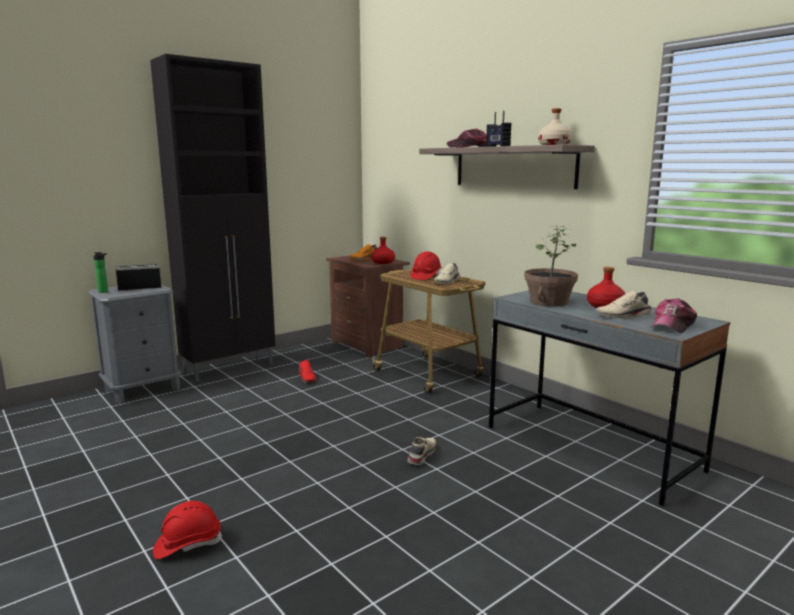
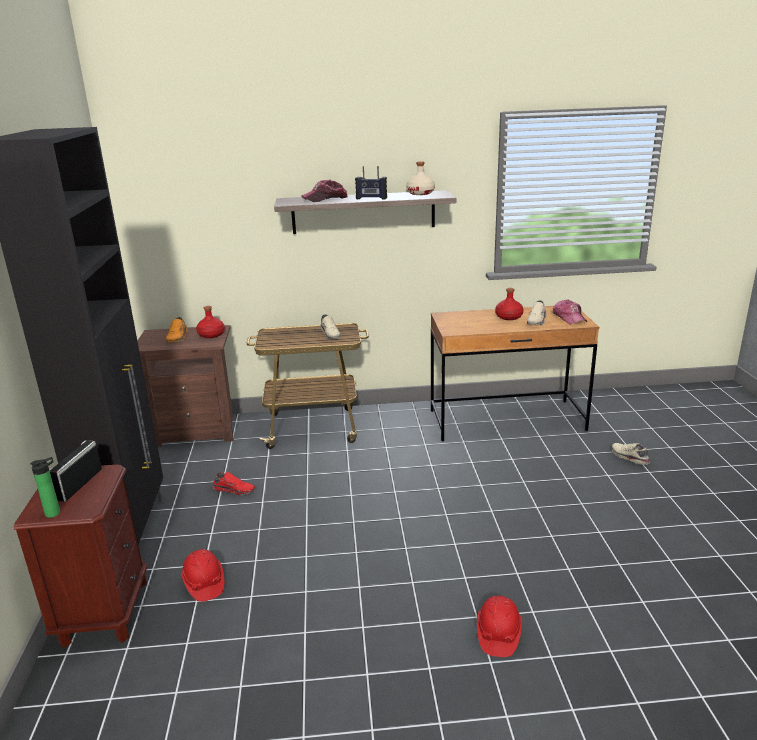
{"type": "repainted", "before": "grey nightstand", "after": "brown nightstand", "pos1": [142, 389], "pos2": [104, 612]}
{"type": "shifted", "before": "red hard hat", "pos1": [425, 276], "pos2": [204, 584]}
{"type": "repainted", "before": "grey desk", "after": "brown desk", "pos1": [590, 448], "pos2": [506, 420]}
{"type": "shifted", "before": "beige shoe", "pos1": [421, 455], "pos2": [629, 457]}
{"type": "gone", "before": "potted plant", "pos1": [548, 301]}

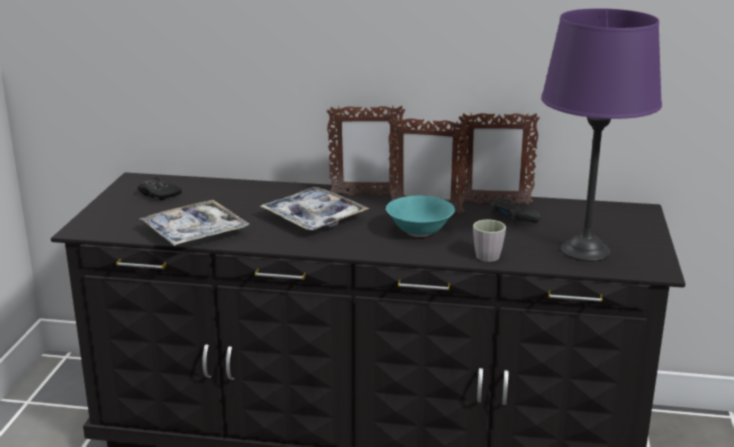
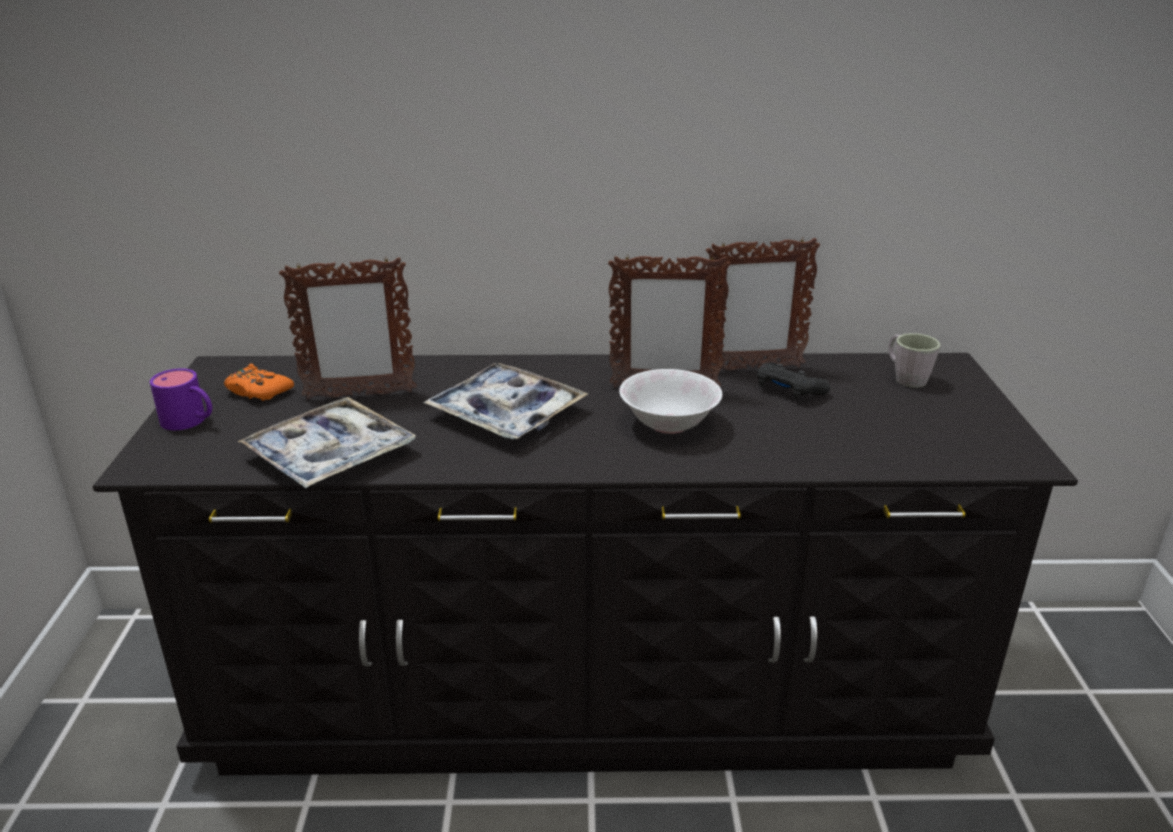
{"type": "new", "after": "purple mug", "pos2": [190, 421]}
{"type": "repainted", "before": "black game controller", "after": "orange game controller", "pos1": [158, 194], "pos2": [258, 391]}
{"type": "shifted", "before": "picture frame", "pos1": [365, 195], "pos2": [359, 395]}
{"type": "repainted", "before": "turquoise bowl", "after": "white bowl", "pos1": [419, 231], "pos2": [668, 424]}
{"type": "shifted", "before": "grey mug", "pos1": [485, 254], "pos2": [905, 377]}
{"type": "gone", "before": "purple table lamp", "pos1": [586, 250]}

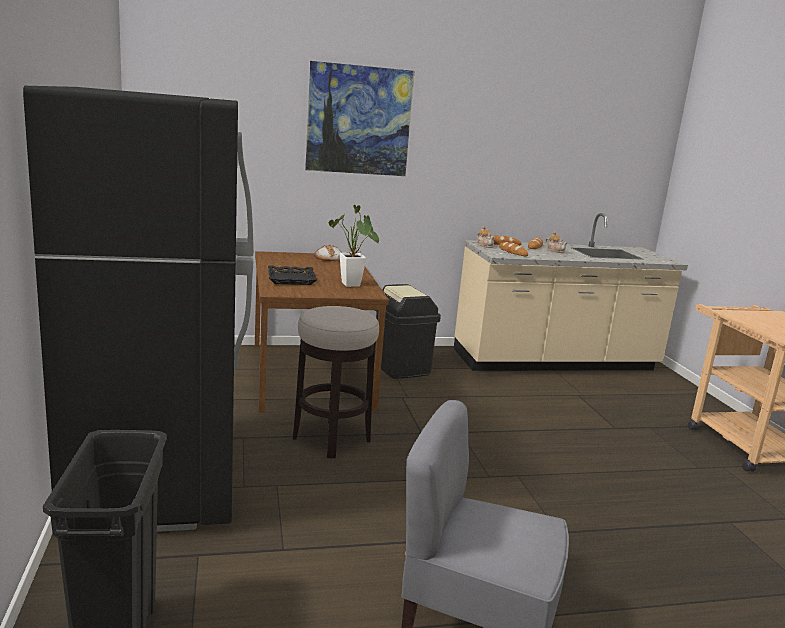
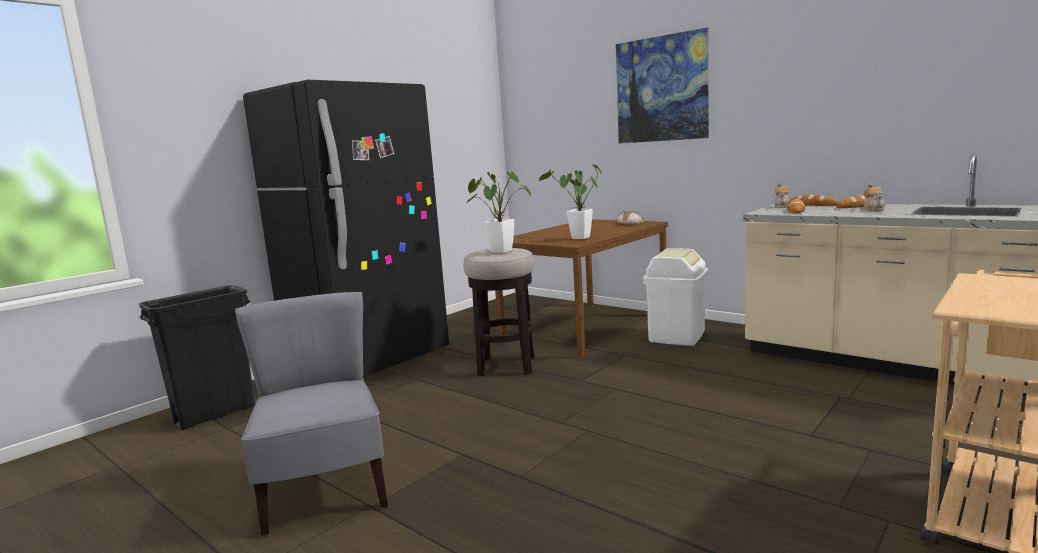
{"type": "new", "after": "potted plant", "pos2": [497, 251]}
{"type": "repainted", "before": "black trash can", "after": "white trash can", "pos1": [401, 368], "pos2": [676, 336]}
{"type": "gone", "before": "black tray", "pos1": [291, 279]}

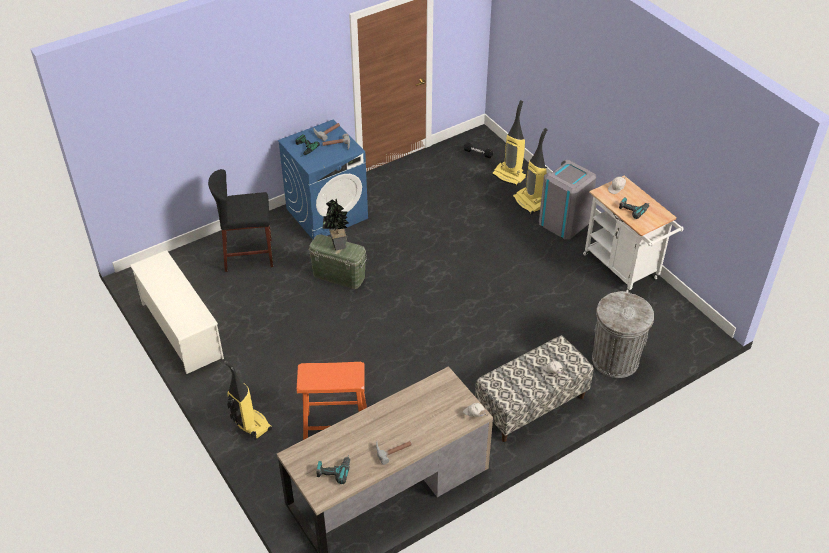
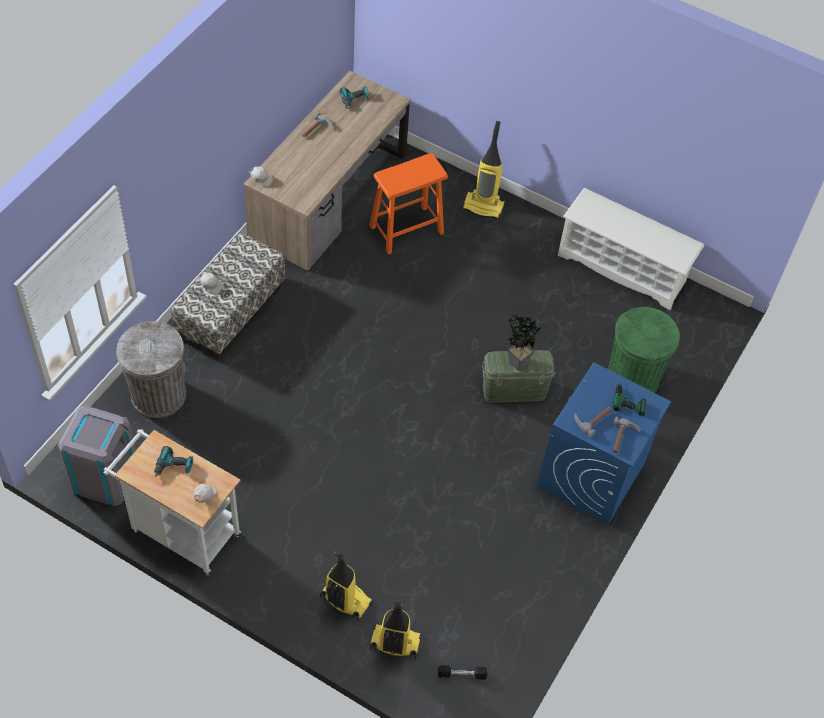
{"type": "shifted", "before": "grey trash can", "pos1": [563, 222], "pos2": [105, 477]}
{"type": "swapped", "before": "black stool", "after": "green trash can", "pos1": [248, 255], "pos2": [632, 379]}

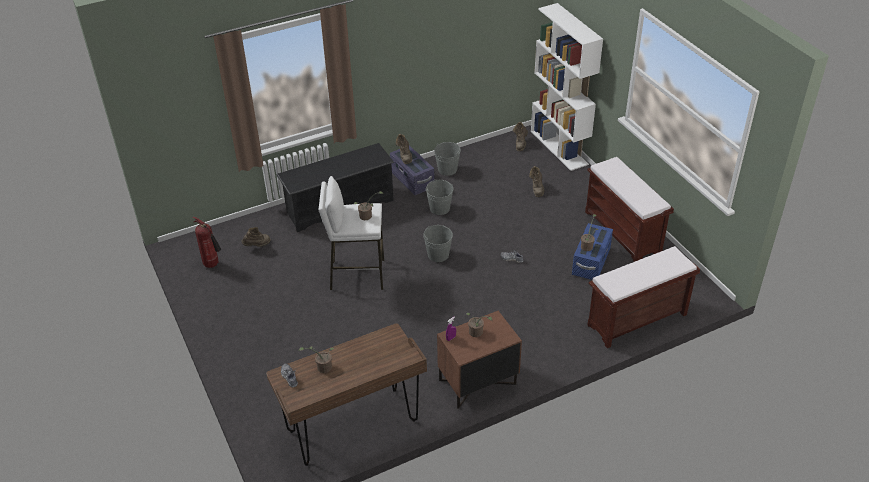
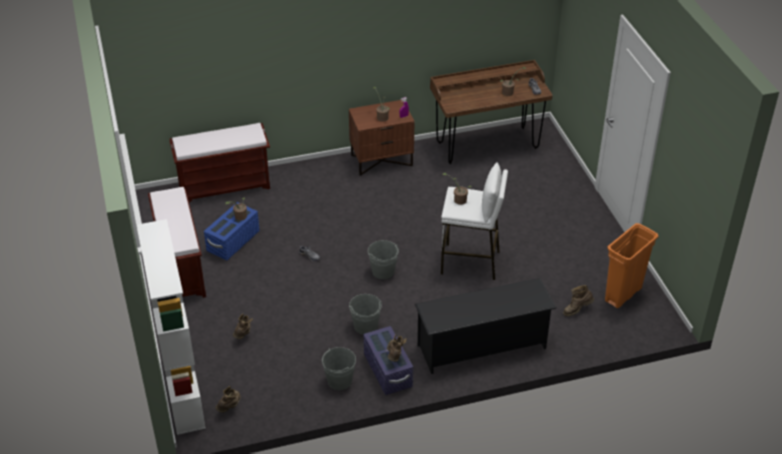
{"type": "swapped", "before": "fire extinguisher", "after": "orange trash can", "pos1": [213, 265], "pos2": [623, 294]}

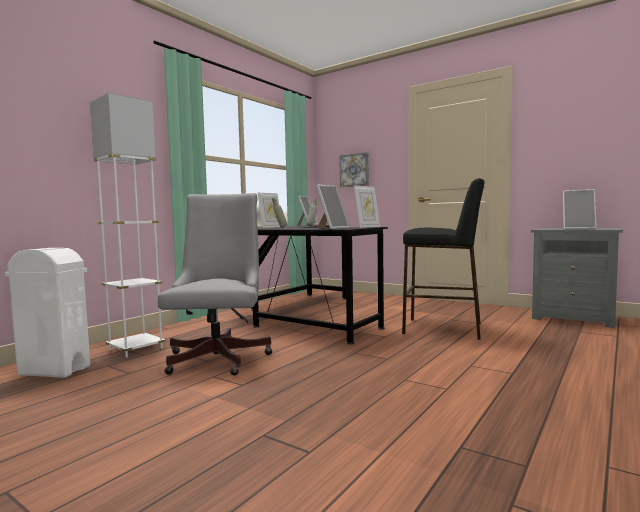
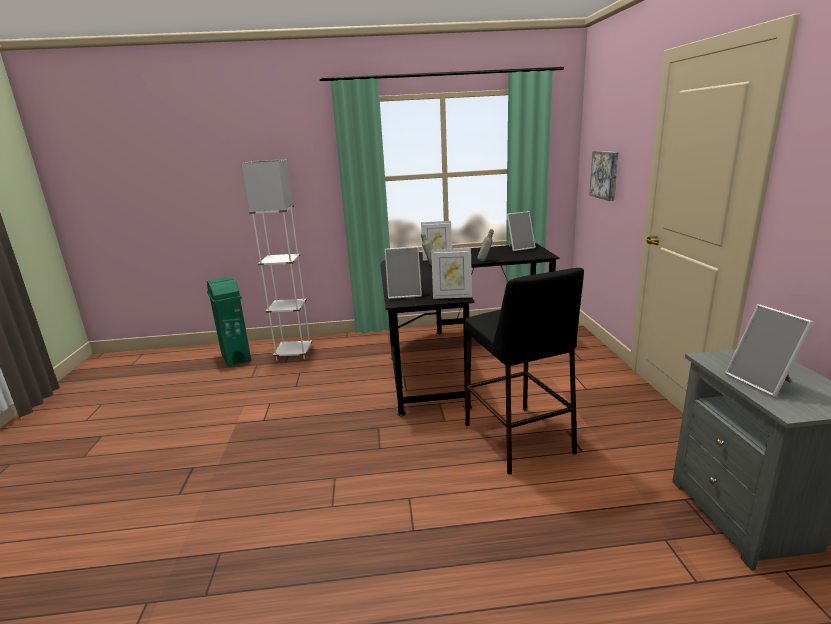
{"type": "repainted", "before": "white trash can", "after": "green trash can", "pos1": [54, 370], "pos2": [236, 357]}
{"type": "gone", "before": "grey office chair", "pos1": [220, 356]}

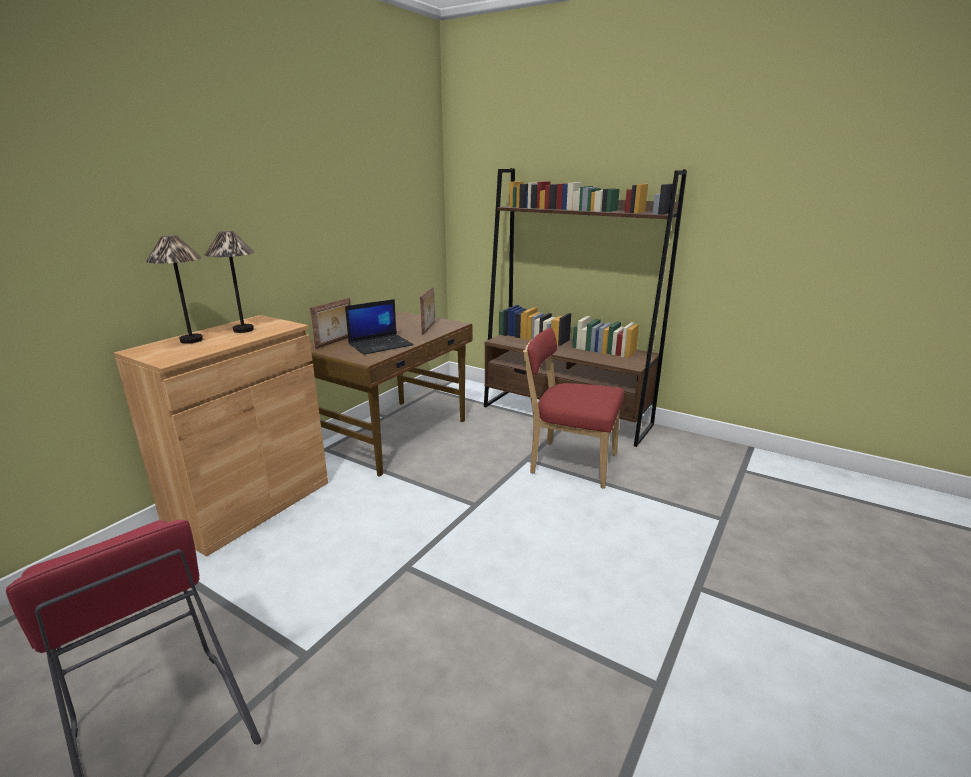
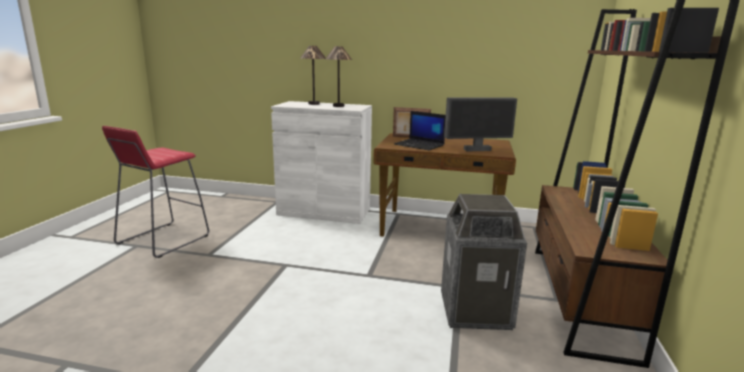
{"type": "repainted", "before": "brown cabinet", "after": "white cabinet", "pos1": [250, 505], "pos2": [324, 211]}
{"type": "swapped", "before": "red chair", "after": "trash can", "pos1": [569, 463], "pos2": [475, 311]}
{"type": "swapped", "before": "picture frame", "after": "monitor", "pos1": [429, 328], "pos2": [476, 150]}

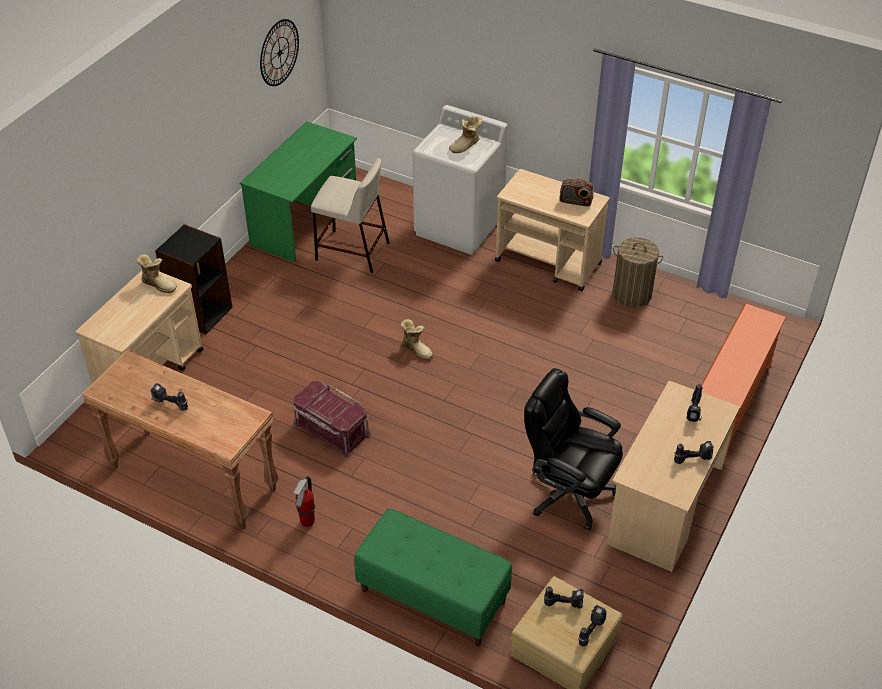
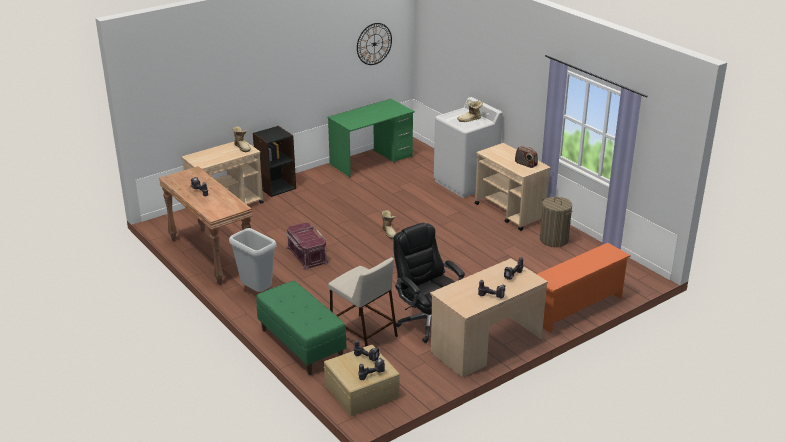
{"type": "swapped", "before": "fire extinguisher", "after": "grey trash can", "pos1": [307, 522], "pos2": [257, 292]}
{"type": "shifted", "before": "beige stool", "pos1": [351, 251], "pos2": [362, 334]}

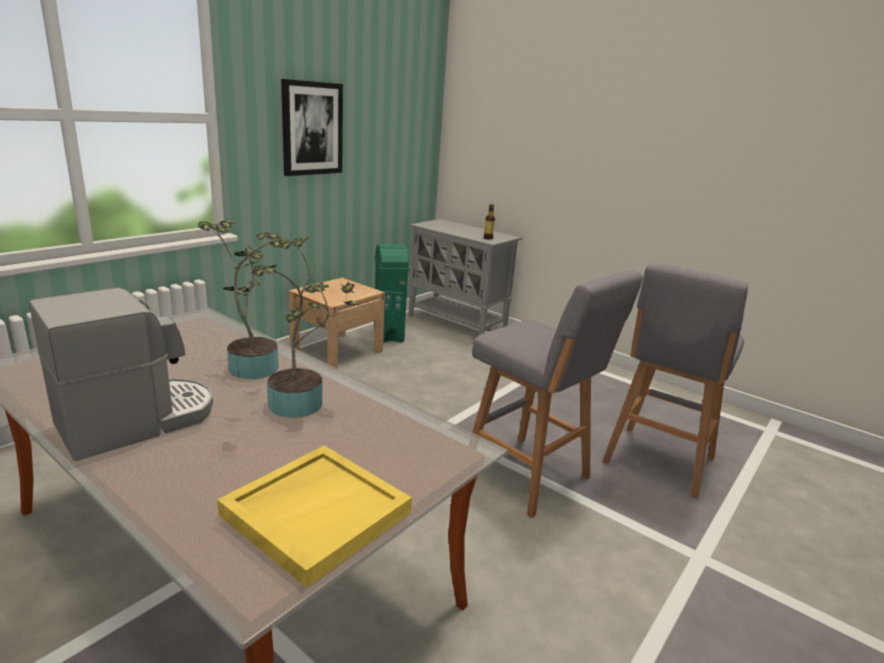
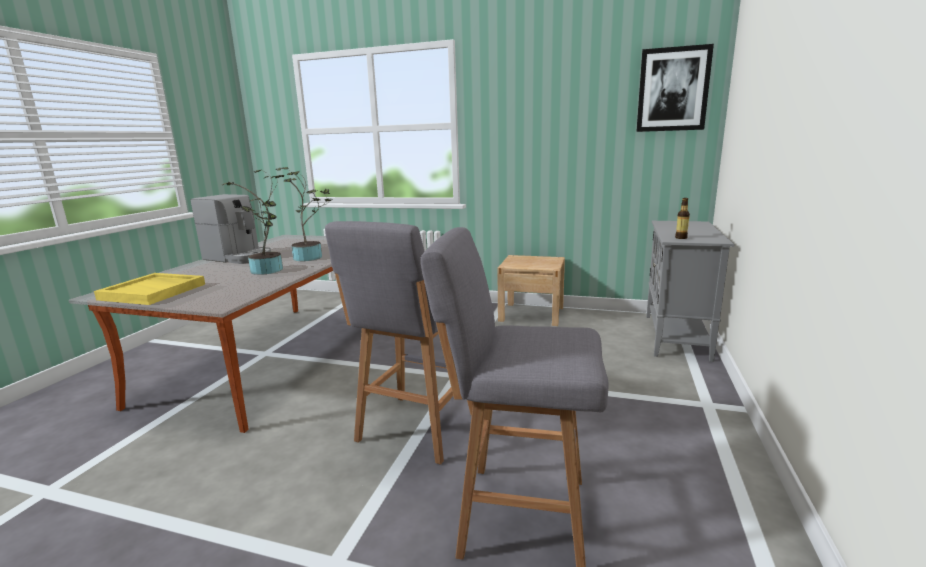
{"type": "shifted", "before": "picture", "pos1": [312, 128], "pos2": [673, 90]}
{"type": "gone", "before": "green trash can", "pos1": [388, 334]}

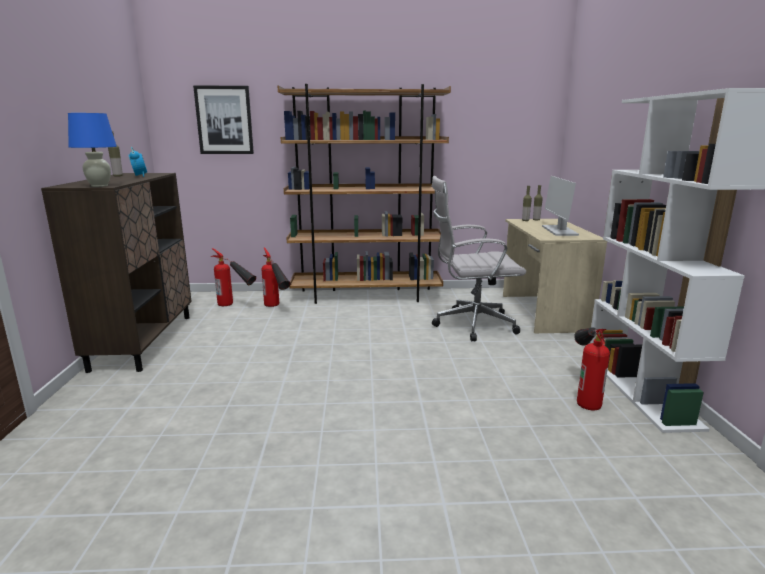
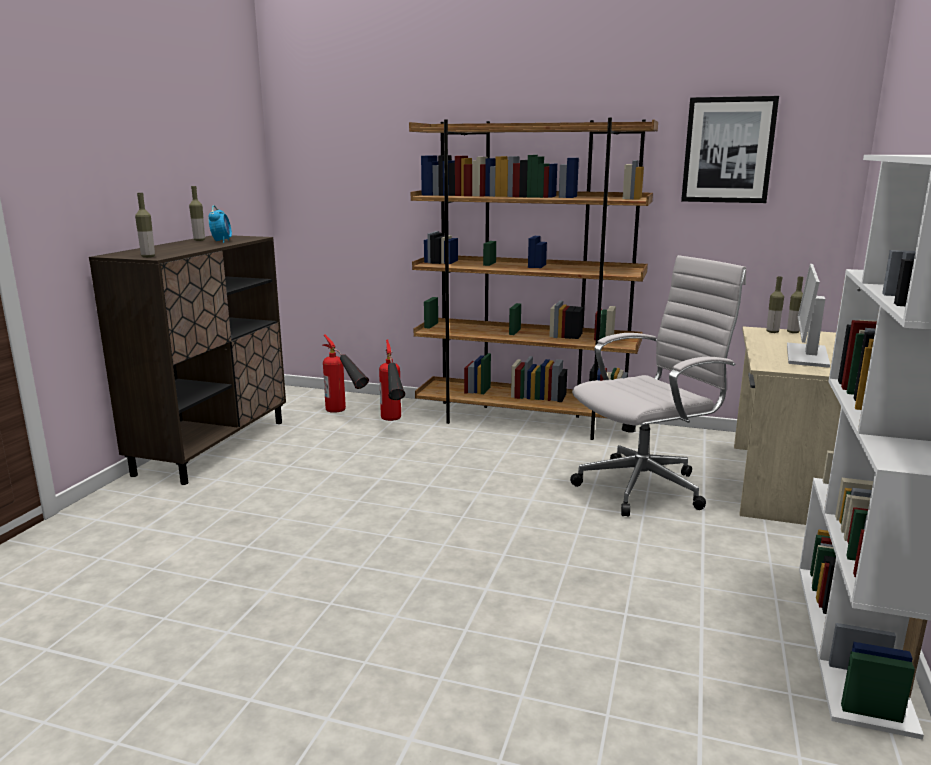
{"type": "swapped", "before": "blue table lamp", "after": "bottle", "pos1": [99, 186], "pos2": [148, 257]}
{"type": "rotated", "before": "white office chair", "pos1": [471, 325], "pos2": [646, 487], "turn": 135}
{"type": "shifted", "before": "picture", "pos1": [224, 120], "pos2": [728, 150]}
{"type": "gone", "before": "fire extinguisher", "pos1": [584, 393]}

